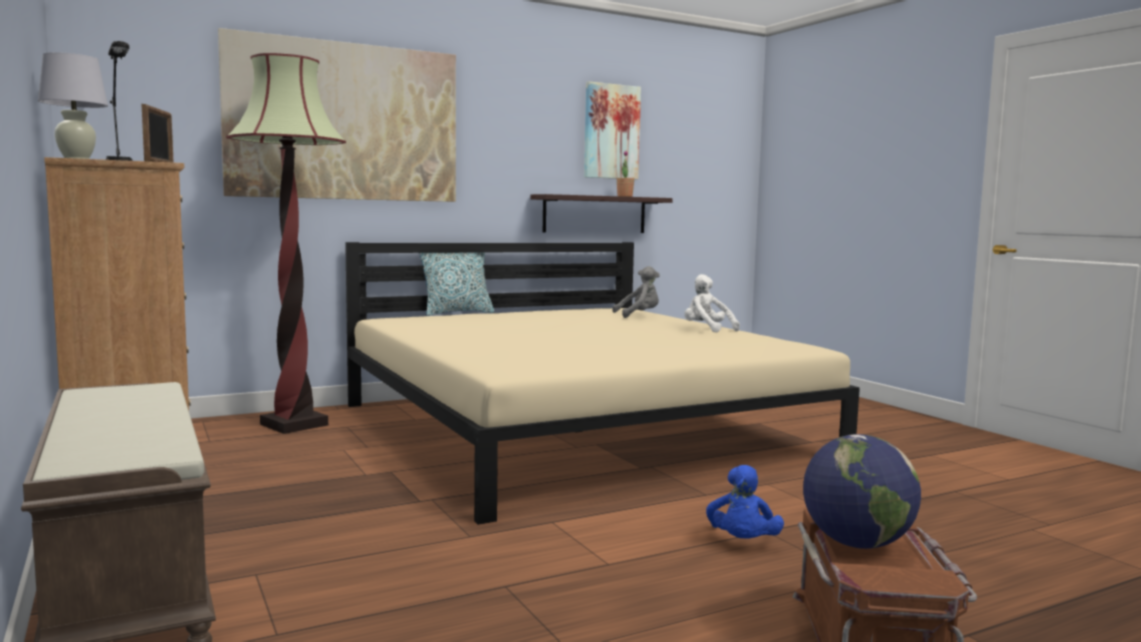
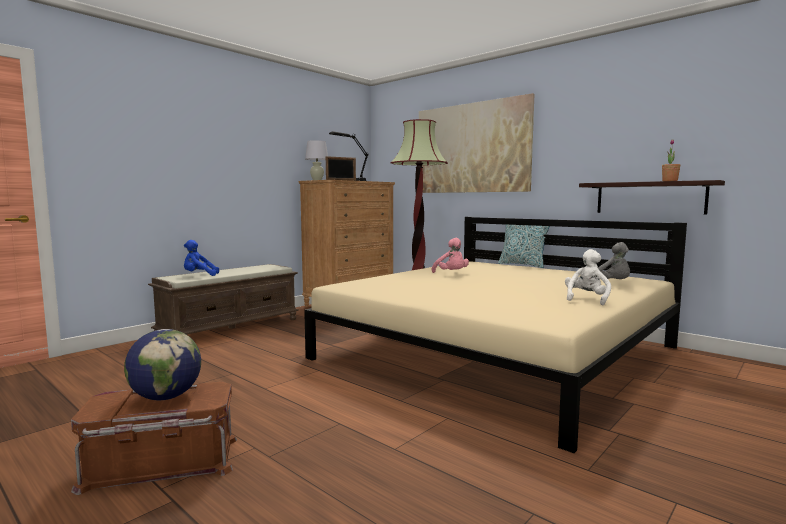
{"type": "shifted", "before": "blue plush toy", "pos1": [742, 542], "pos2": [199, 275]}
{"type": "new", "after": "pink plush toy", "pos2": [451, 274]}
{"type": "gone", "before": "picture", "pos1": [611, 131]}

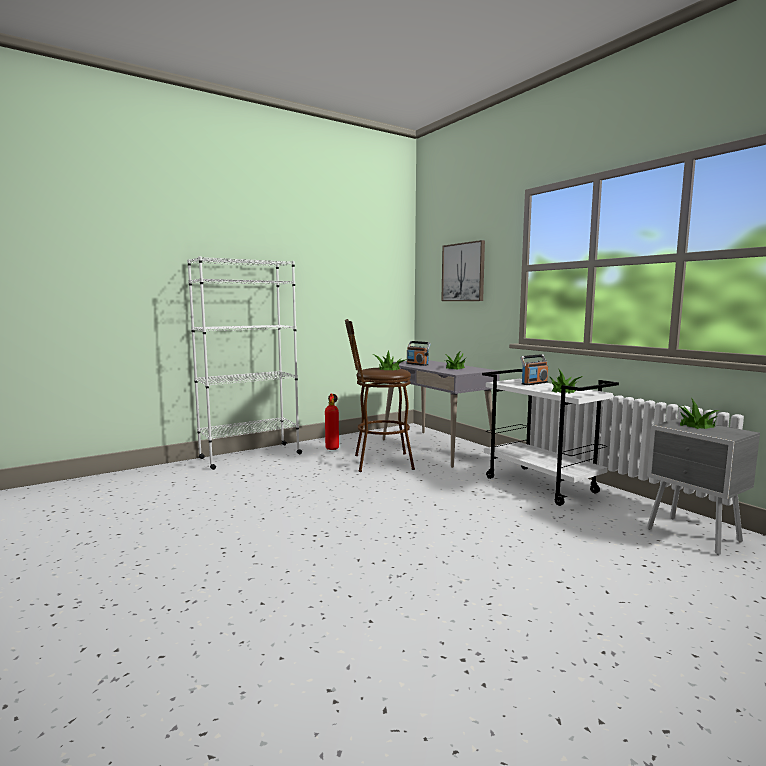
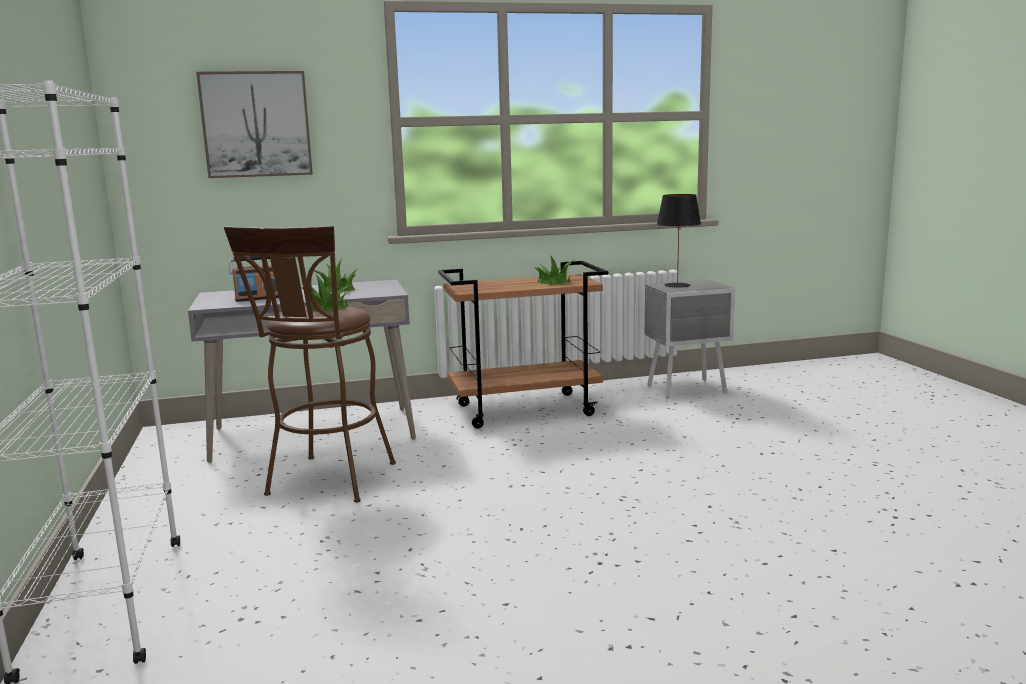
{"type": "repainted", "before": "white cart", "after": "brown cart", "pos1": [541, 485], "pos2": [525, 410]}
{"type": "swapped", "before": "potted plant", "after": "black table lamp", "pos1": [696, 425], "pos2": [677, 285]}
{"type": "gone", "before": "fire extinguisher", "pos1": [332, 448]}
{"type": "gone", "before": "radio", "pos1": [534, 383]}

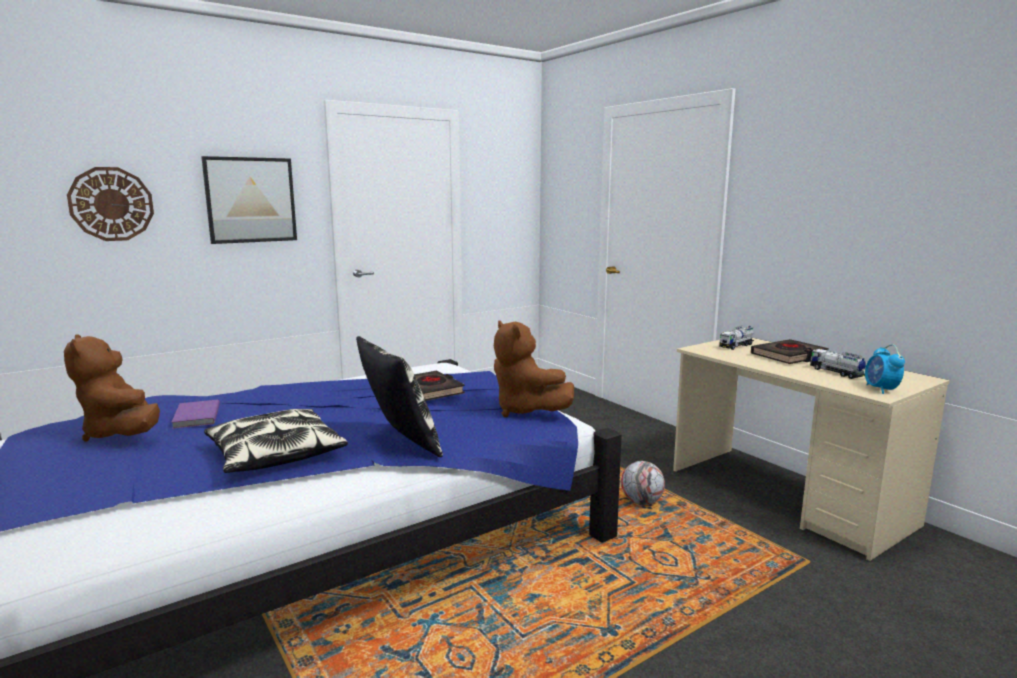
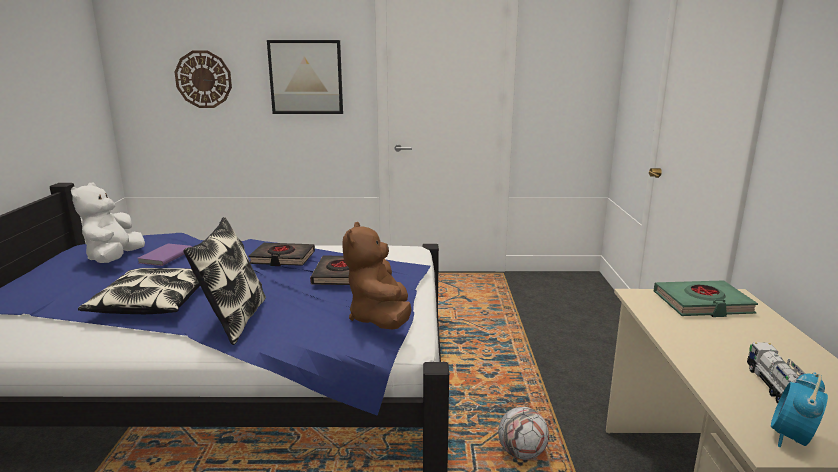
{"type": "repainted", "before": "brown plush toy", "after": "white plush toy", "pos1": [121, 434], "pos2": [114, 259]}
{"type": "shifted", "before": "black book", "pos1": [789, 356], "pos2": [282, 258]}
{"type": "swapped", "before": "toy truck", "after": "green book", "pos1": [736, 346], "pos2": [702, 304]}

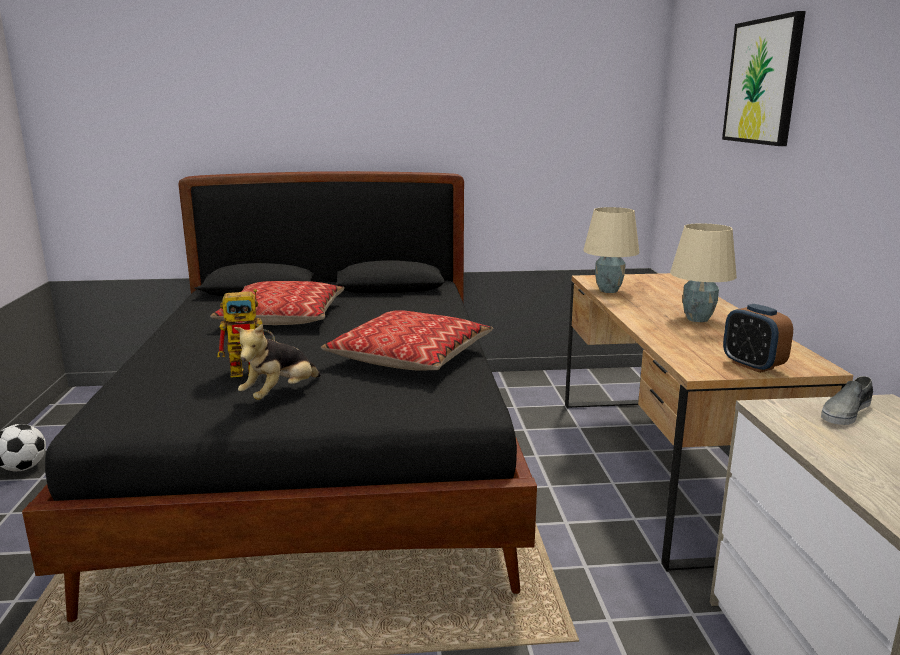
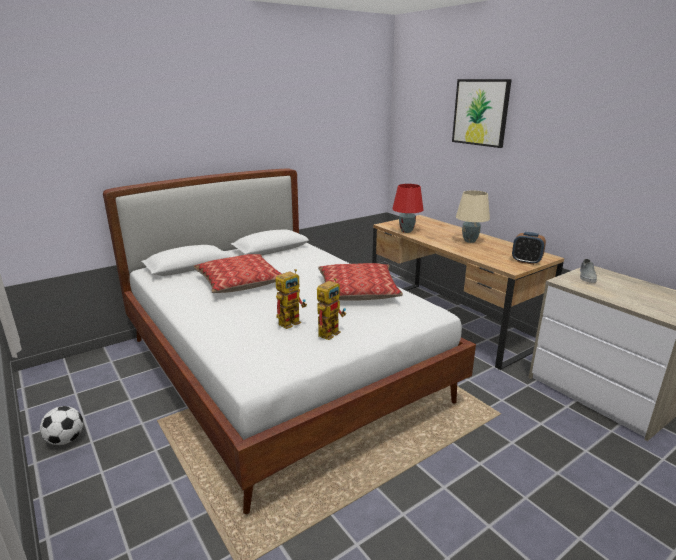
{"type": "repainted", "before": "black bed", "after": "white bed", "pos1": [323, 463], "pos2": [280, 369]}
{"type": "swapped", "before": "plush toy", "after": "toy robot", "pos1": [280, 394], "pos2": [330, 331]}
{"type": "repainted", "before": "beige table lamp", "after": "red table lamp", "pos1": [608, 290], "pos2": [406, 231]}

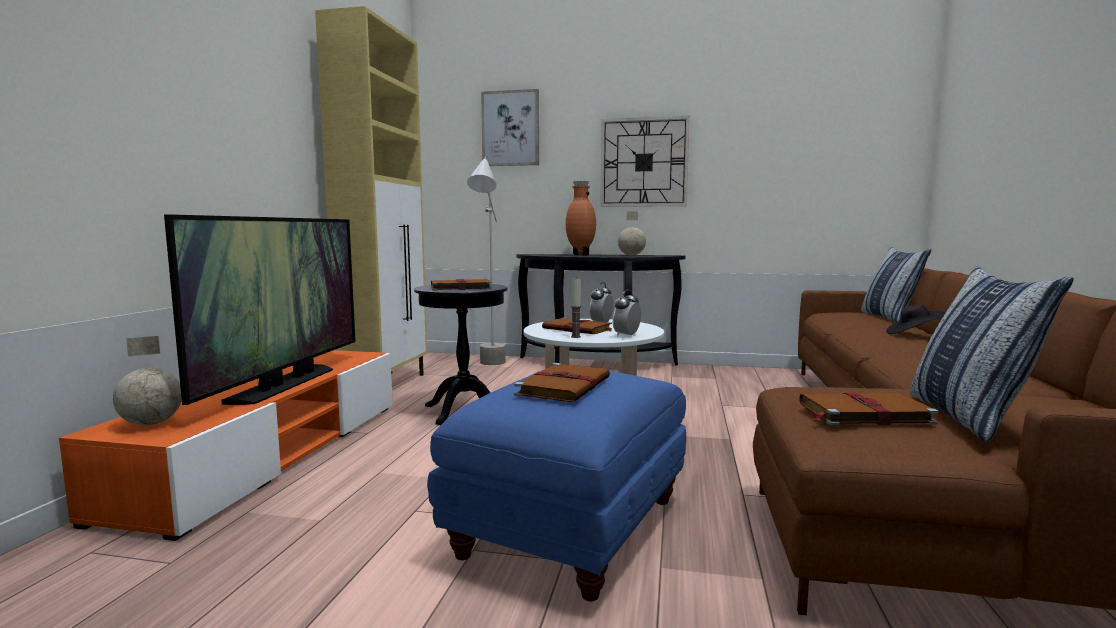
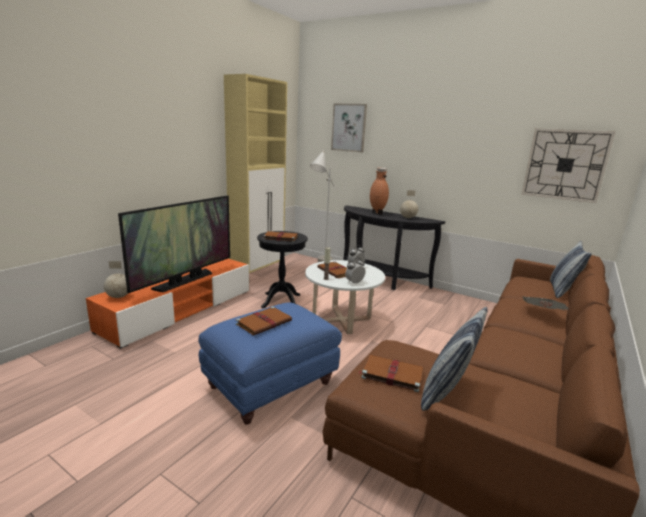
{"type": "shifted", "before": "wall clock", "pos1": [644, 162], "pos2": [565, 165]}
{"type": "swapped", "before": "black hat", "after": "newspaper", "pos1": [913, 335], "pos2": [542, 314]}

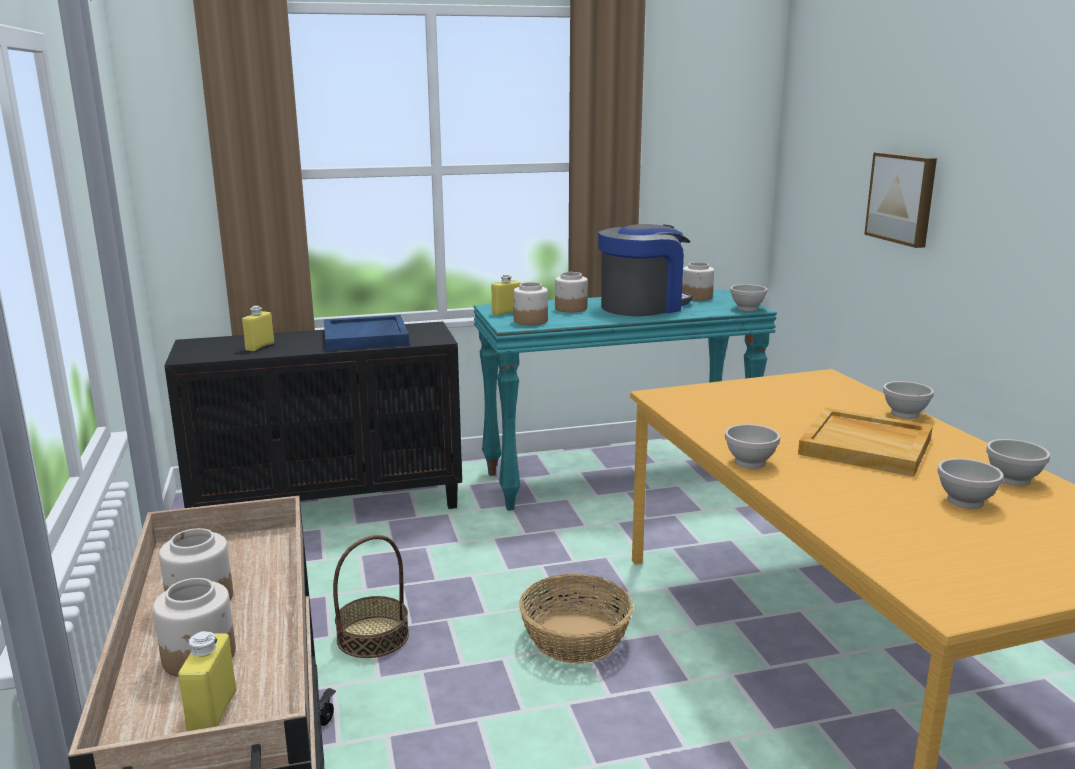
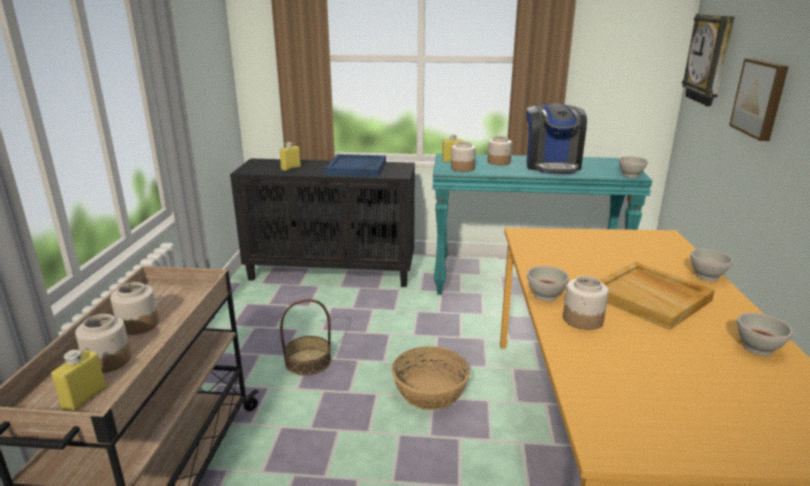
{"type": "rotated", "before": "coffee machine", "pos1": [643, 306], "pos2": [552, 165], "turn": 105}
{"type": "shifted", "before": "jar", "pos1": [697, 297], "pos2": [583, 319]}
{"type": "new", "after": "wall clock", "pos2": [710, 59]}
{"type": "gone", "before": "white bowl", "pos1": [965, 501]}

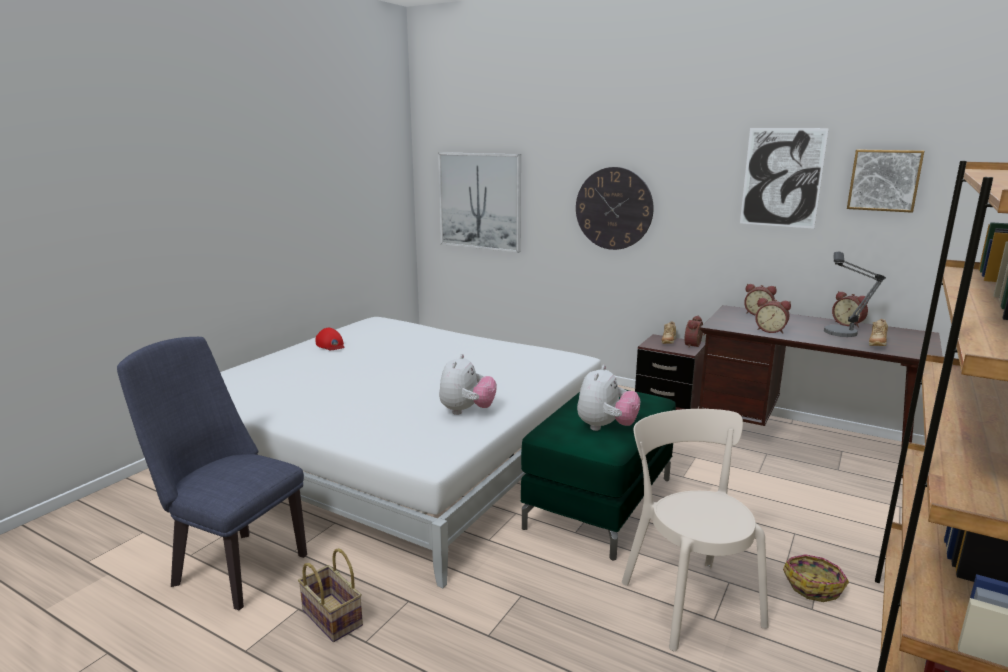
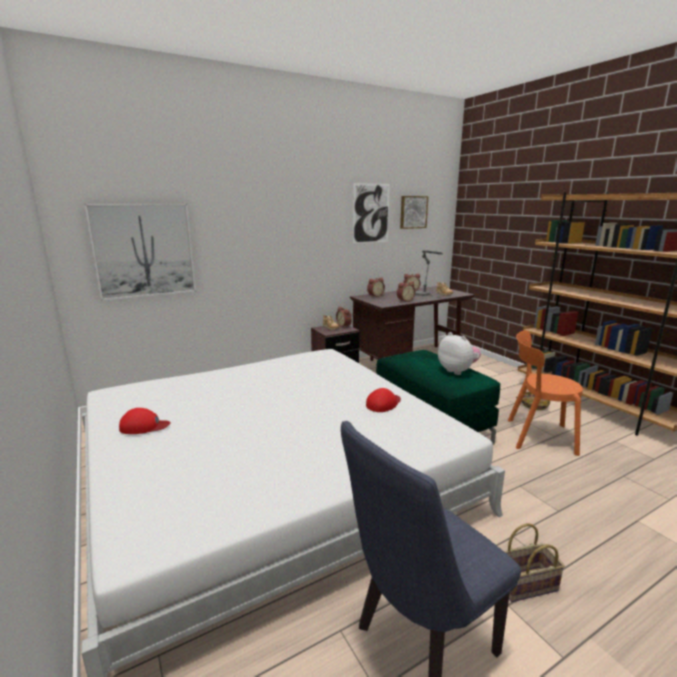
{"type": "swapped", "before": "plush toy", "after": "red cap", "pos1": [466, 411], "pos2": [383, 404]}
{"type": "repainted", "before": "beige chair", "after": "orange chair", "pos1": [688, 599], "pos2": [536, 436]}
{"type": "gone", "before": "wall clock", "pos1": [614, 208]}

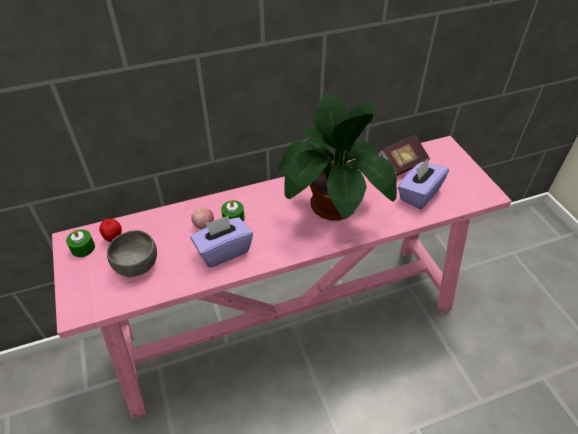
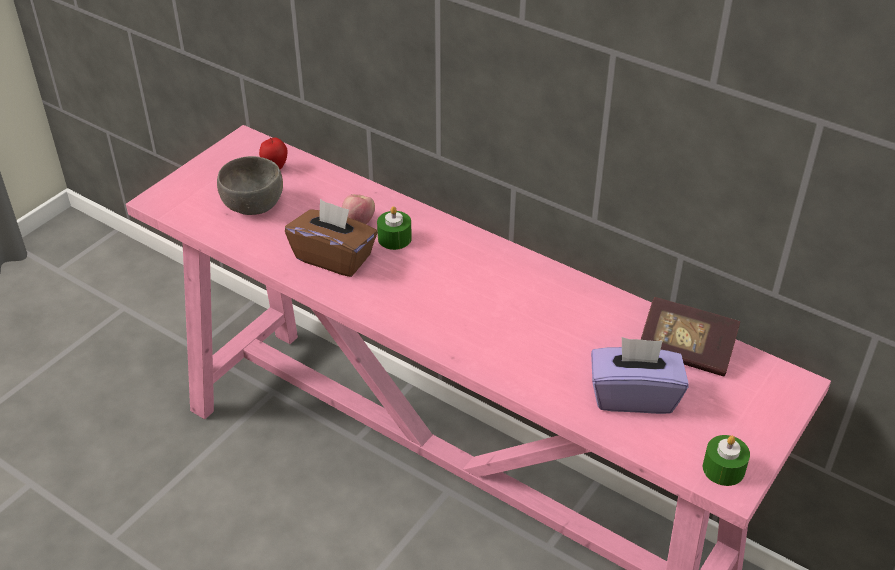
{"type": "repainted", "before": "purple tissue box", "after": "brown tissue box", "pos1": [223, 251], "pos2": [334, 257]}
{"type": "shifted", "before": "green candle", "pos1": [83, 248], "pos2": [723, 469]}
{"type": "gone", "before": "potted plant", "pos1": [333, 206]}

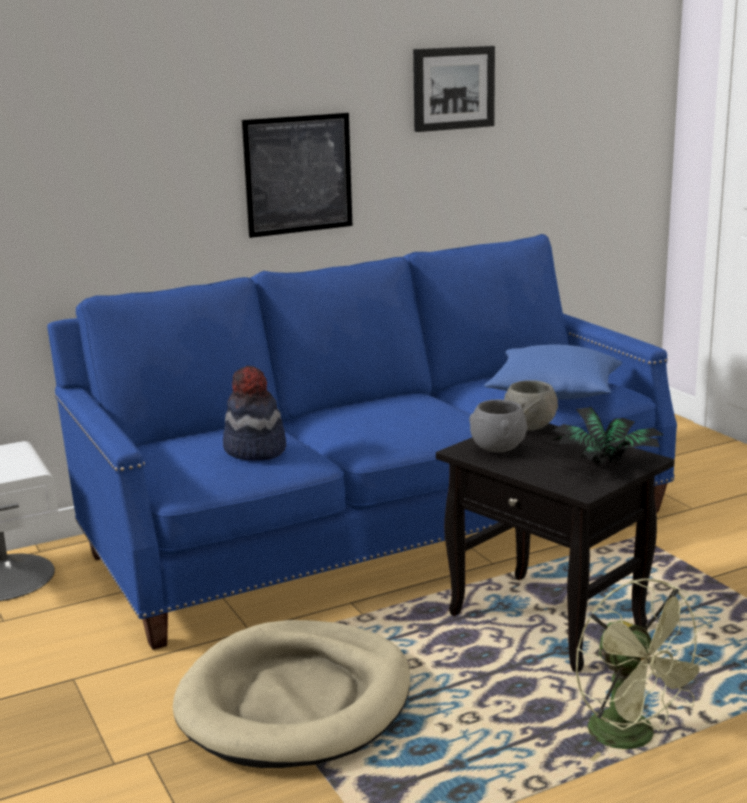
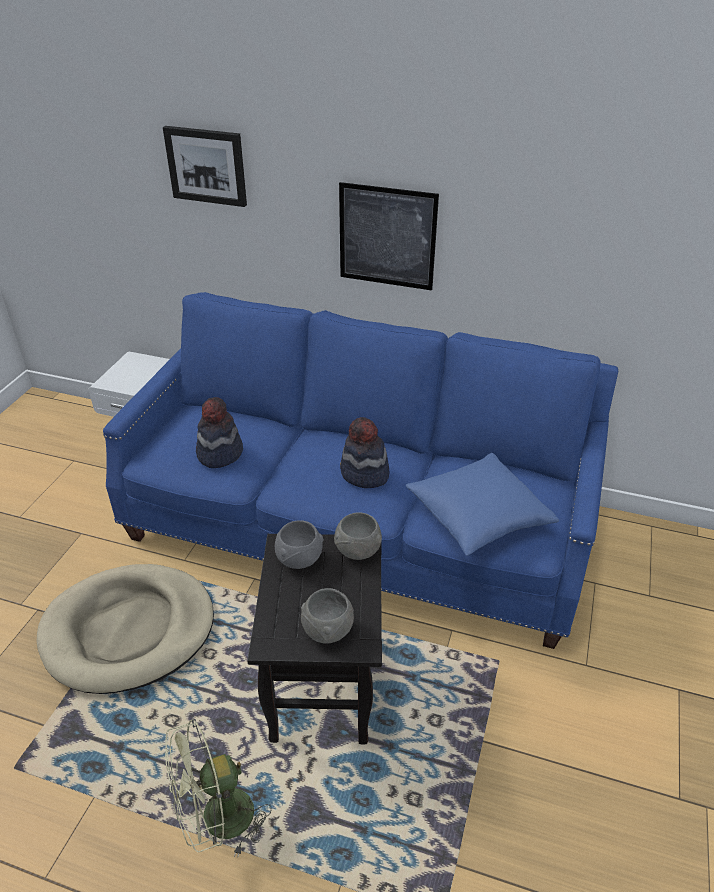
{"type": "shifted", "before": "picture", "pos1": [453, 88], "pos2": [206, 165]}
{"type": "rotated", "before": "green fan", "pos1": [633, 738], "pos2": [217, 821], "turn": 45}
{"type": "swapped", "before": "potted plant", "after": "grey bowl", "pos1": [607, 464], "pos2": [328, 631]}
{"type": "new", "after": "hat", "pos2": [364, 474]}

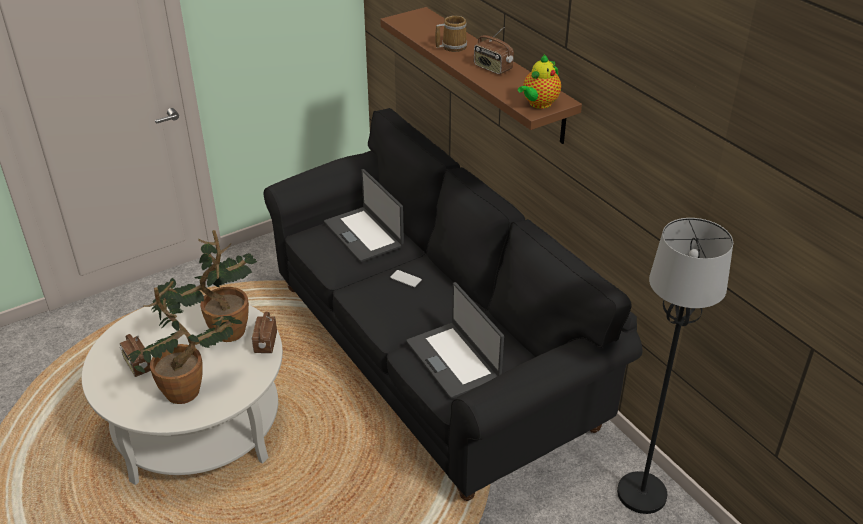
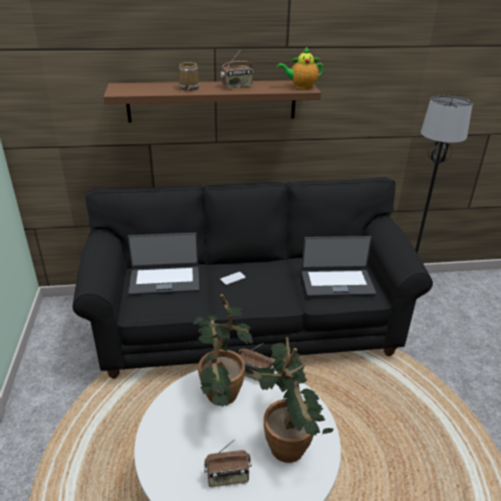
{"type": "rotated", "before": "teapot", "pos1": [538, 104], "pos2": [301, 86], "turn": 105}

